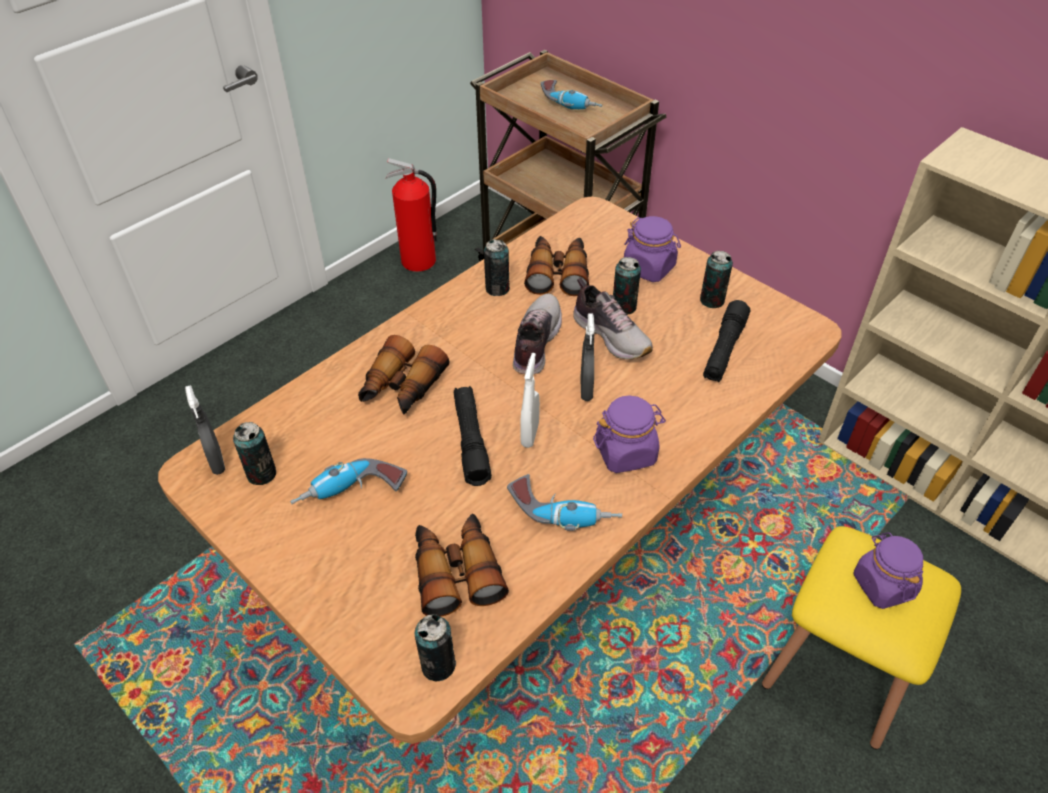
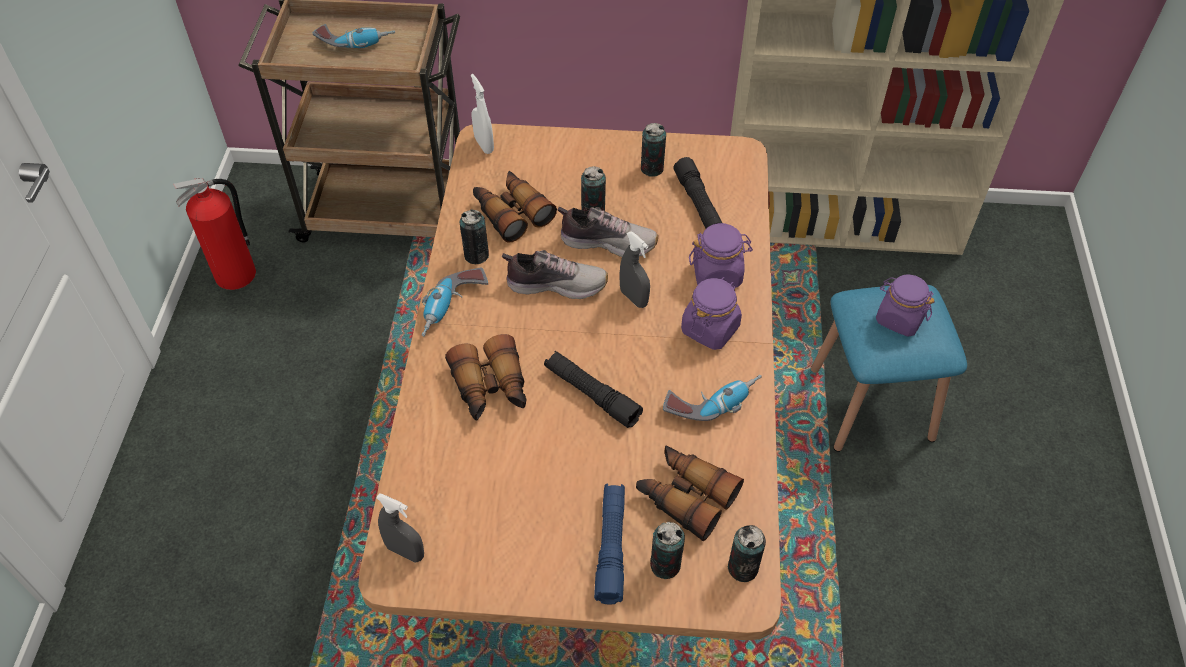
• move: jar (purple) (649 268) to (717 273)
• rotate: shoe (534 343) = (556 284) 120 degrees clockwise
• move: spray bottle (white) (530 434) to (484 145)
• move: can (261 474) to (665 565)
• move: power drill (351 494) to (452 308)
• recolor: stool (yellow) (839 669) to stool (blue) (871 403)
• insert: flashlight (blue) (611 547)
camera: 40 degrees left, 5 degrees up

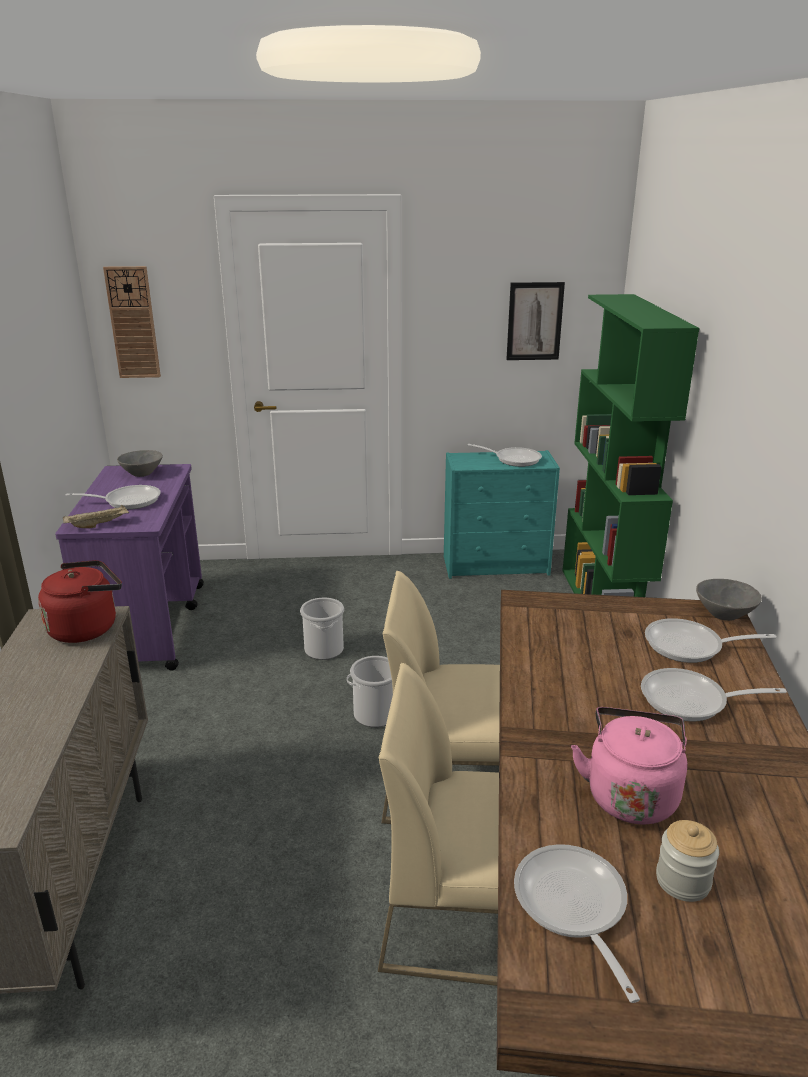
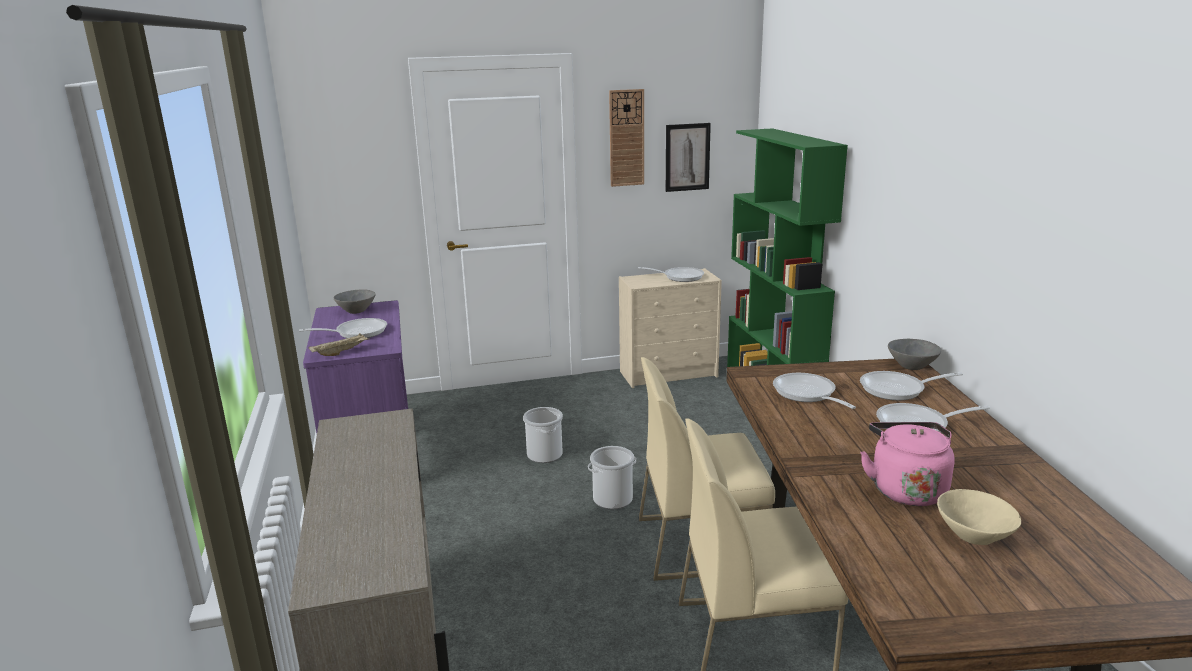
• move: wall clock (133 323) to (626 138)
• recolor: dresser (turquoise) (497 565) to dresser (beige) (669 374)
• delete: kettle (red) (87 627)
• replace: jar (683 881) to bowl (beige) (974 537)
• move: frying pan (572 908) to (807 394)
camera: 10 degrees left, 5 degrees down

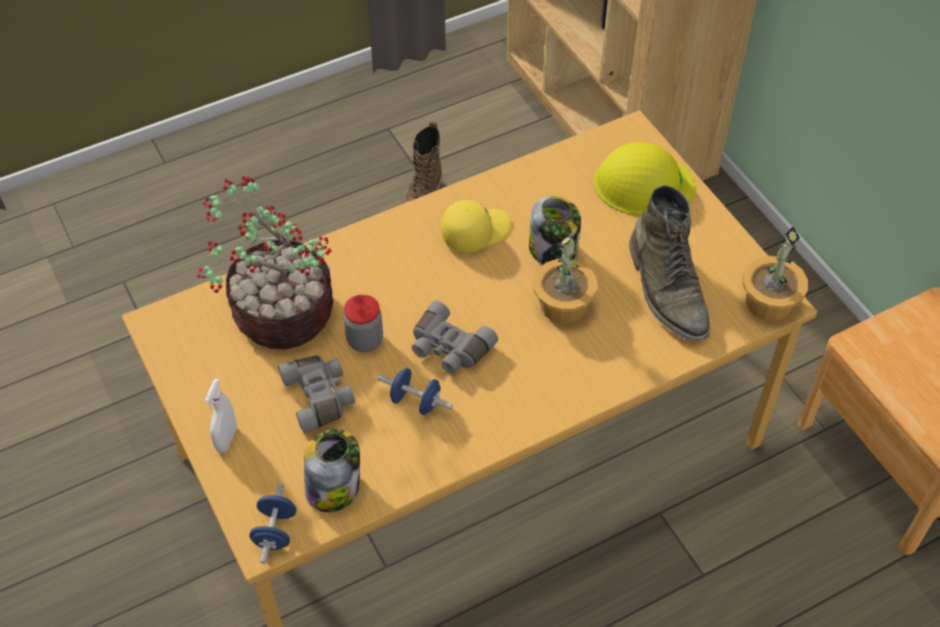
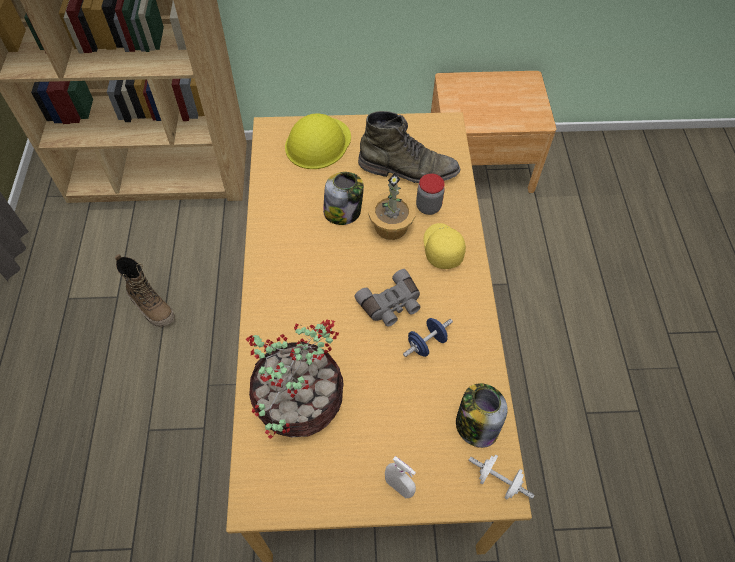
• move: cap (yellow) (475 231) to (441 248)
• delete: potted plant (768 302)
• move: jar (365 340) to (428 207)
• delete: binoculars (grey) (320 397)
• recolor: dumbbell (blue) (275 532) to dumbbell (white) (498 481)
camera: 65 degrees left, 5 degrees up

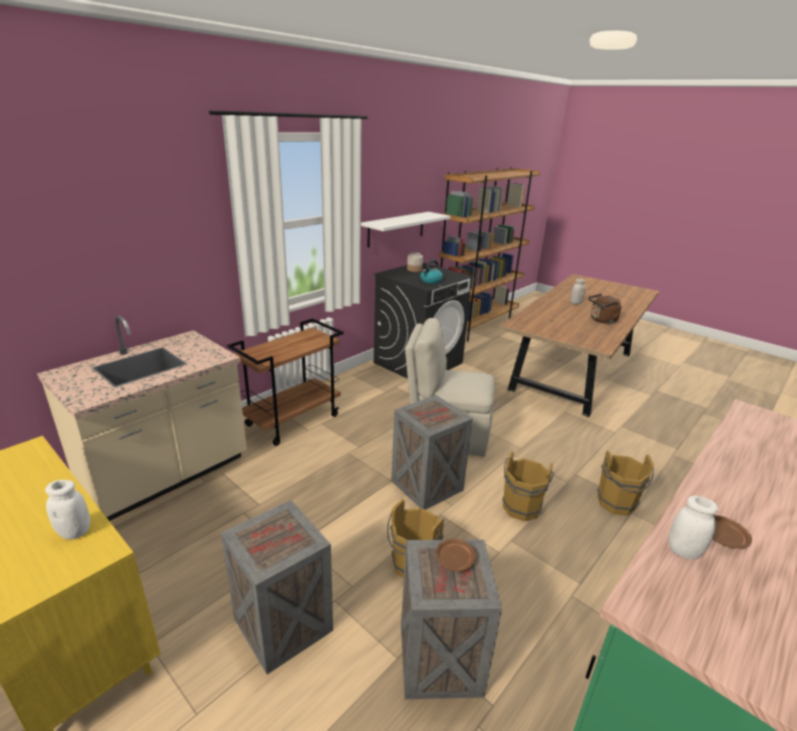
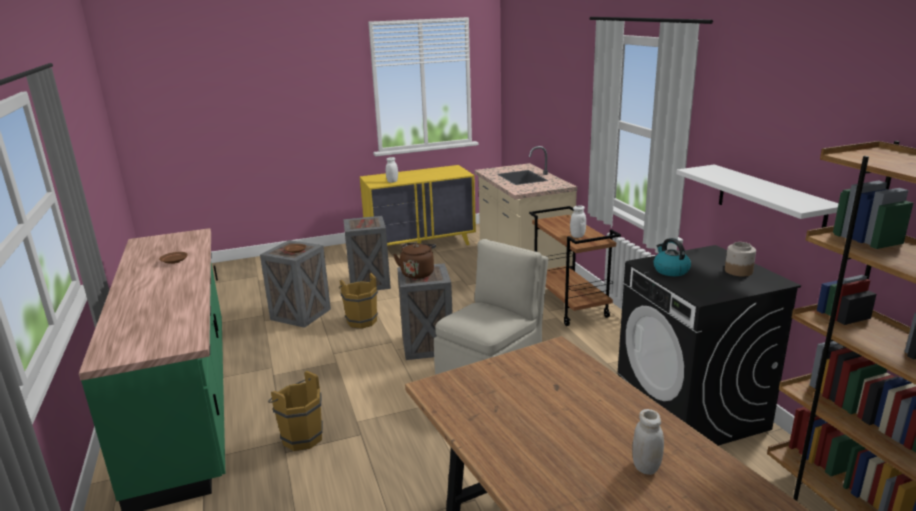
• move: kettle (brown) (601 320) to (417 273)
• delete: bucket (brown) (520 510)
• move: jar (white) (683 551) to (577 236)
camera: 120 degrees right, 5 degrees down

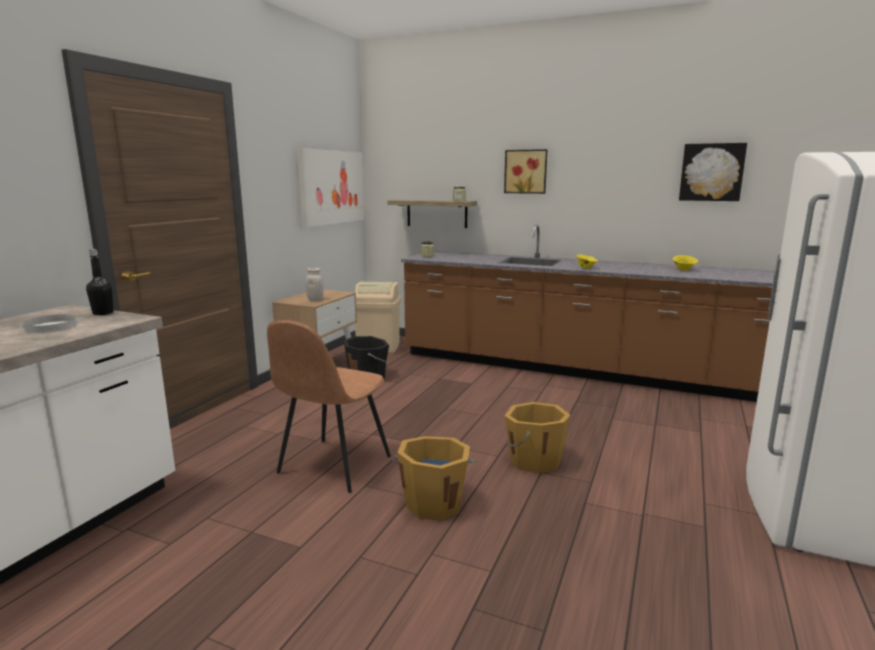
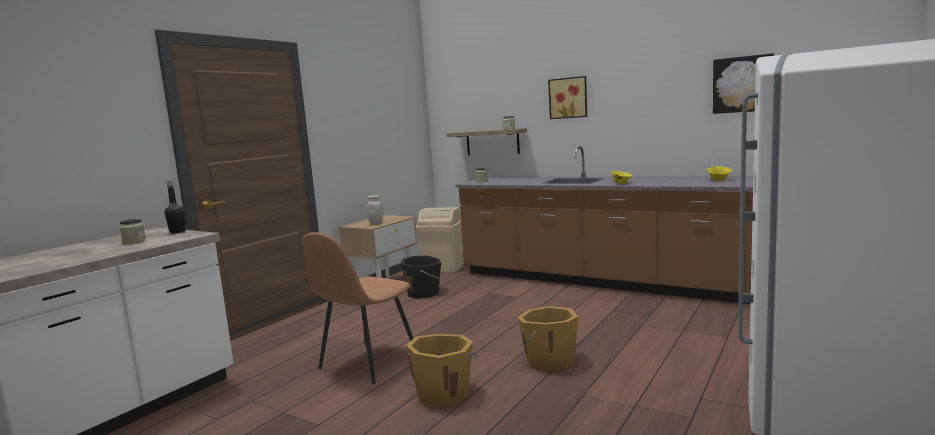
• delete: picture (332 187)
• replace: plate (white) (50 326) to jar (134 241)
camera: 10 degrees right, 5 degrees down

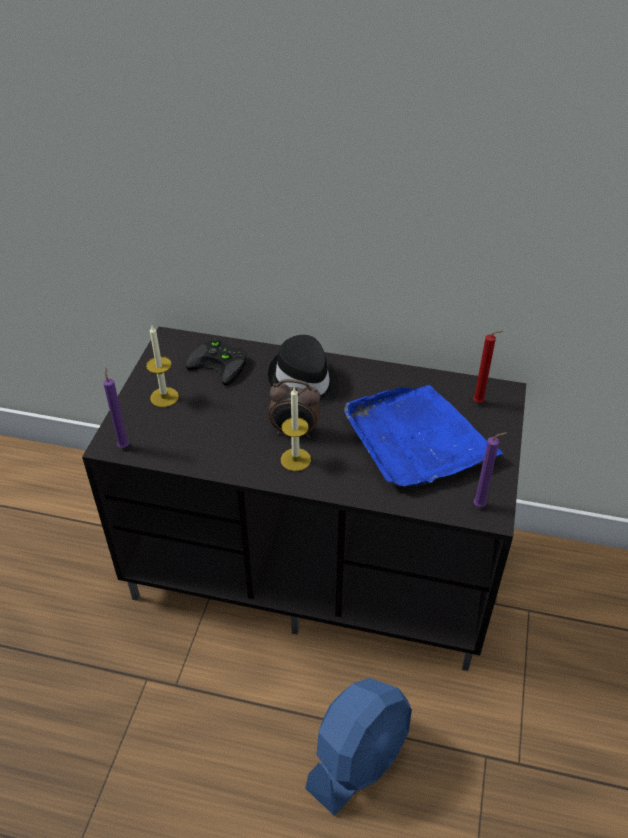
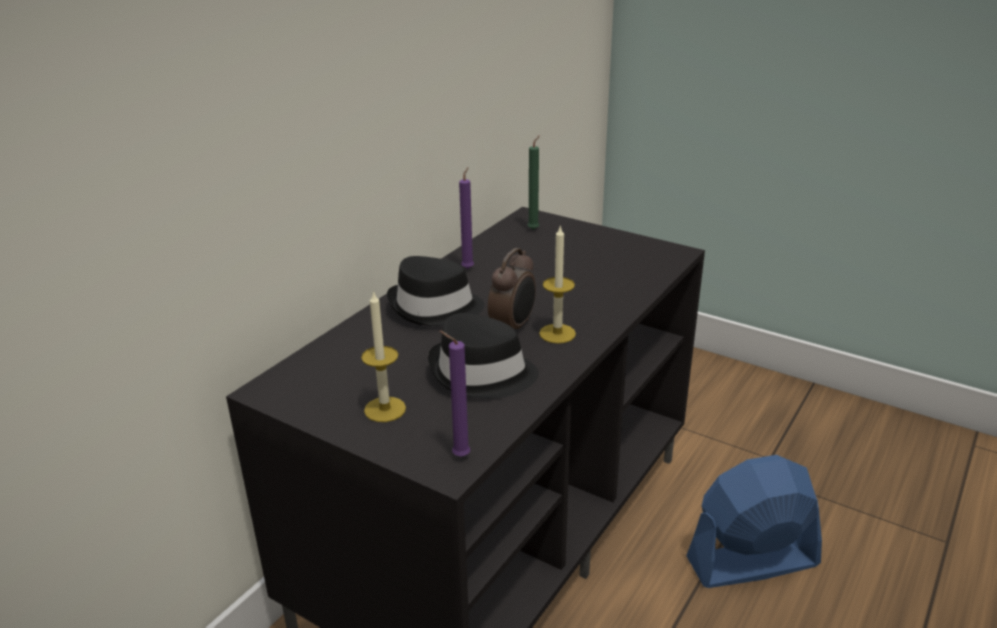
• recolor: candle (red) (480 403) to candle (green) (534 229)
• delete: game controller (black) (221 364)
• delete: tray (blue) (416 439)
• move: candle (purple) (481 505) to (468 268)
• rotate: fan (blue) (359 758) = (751 561) 75 degrees counterclockwise
• insert: hat (black) (482 374)
camera: 70 degrees left, 15 degrees down

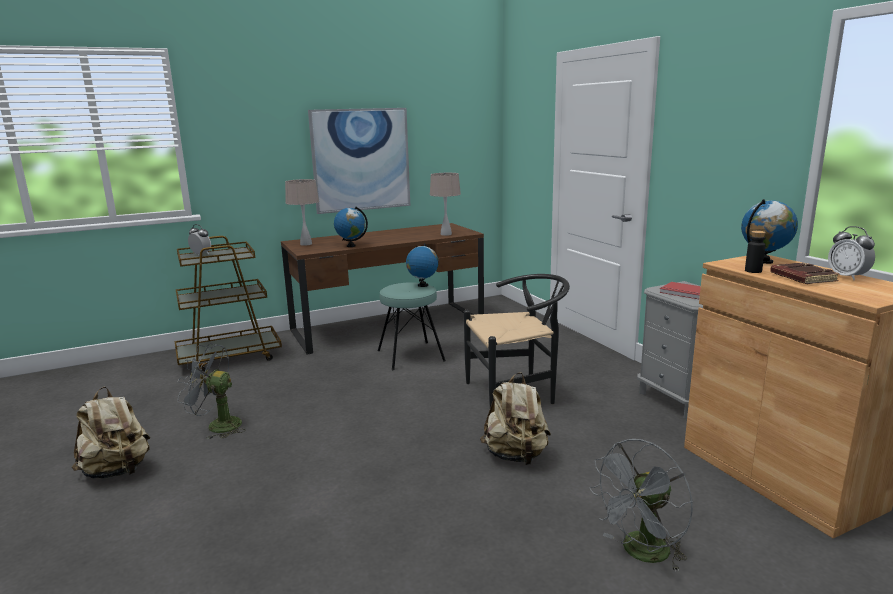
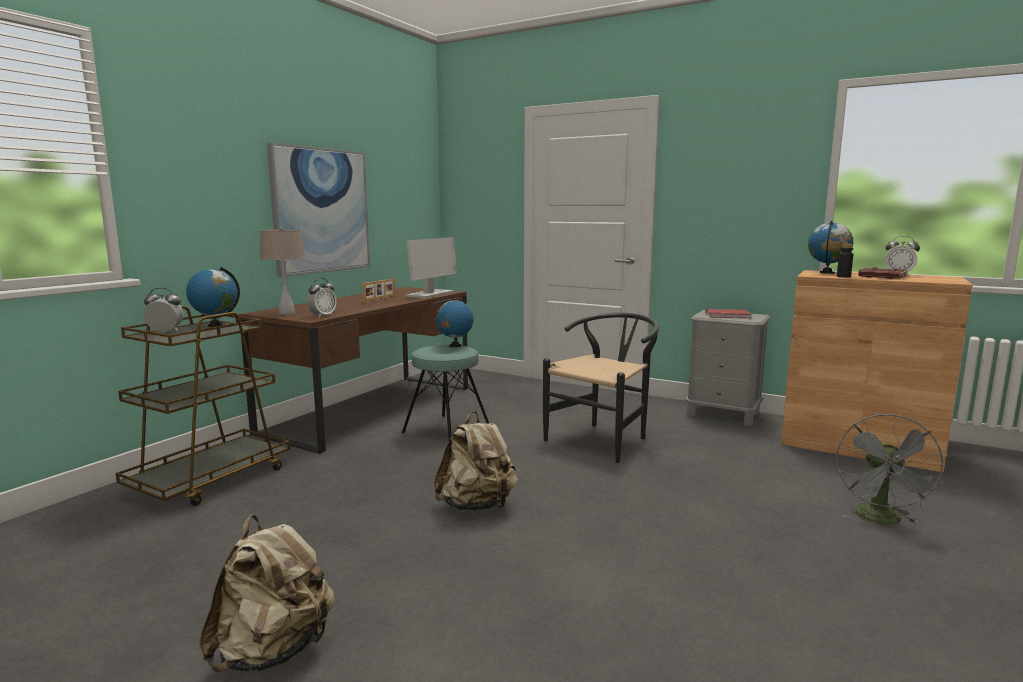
• replace: table lamp (beige) (446 234) to monitor (430 294)
• move: globe (351 246) to (215 325)
• delete: fan (grey) (217 426)
• move: backpack (beige) (516 456) to (477 506)
• insert: alarm clock (322 316)
• insert: picture frame (380 299)
camera: 35 degrees left, 5 degrees down

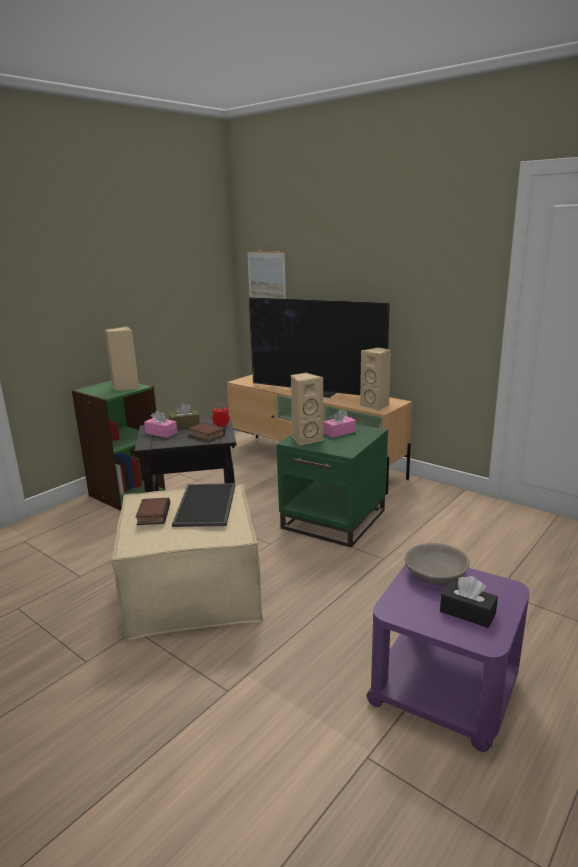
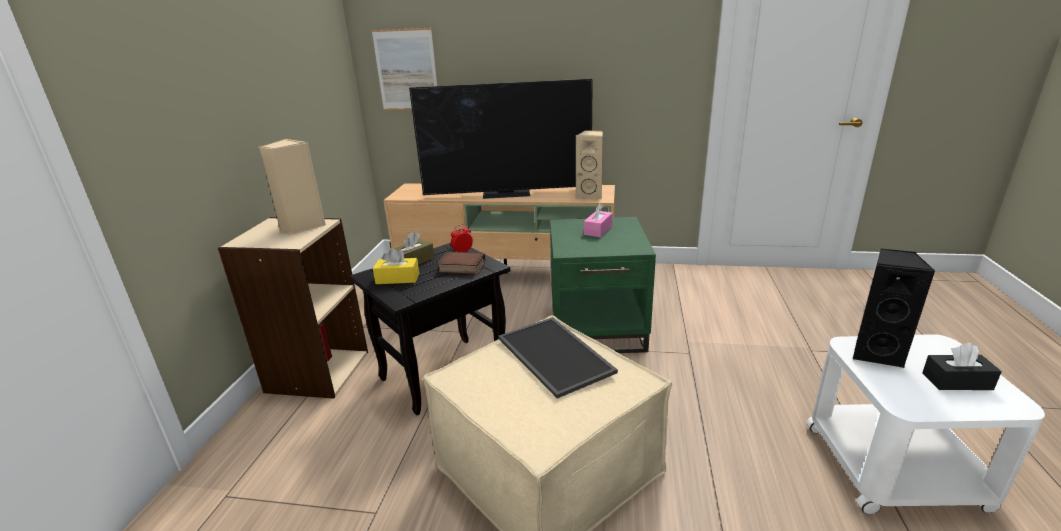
• delete: speaker (beige) (306 439)
• recolor: bookcase (green) (126 492) to bookcase (beige) (317 371)
• recolor: tissue box (pink) (161 433) to tissue box (yellow) (397 278)
• delete: book (152 515)
• replace: bowl (grey) (436 575) to speaker (black) (876 353)
• recolor: side table (purple) (445 690) to side table (white) (895 465)
camera: 30 degrees left, 5 degrees up

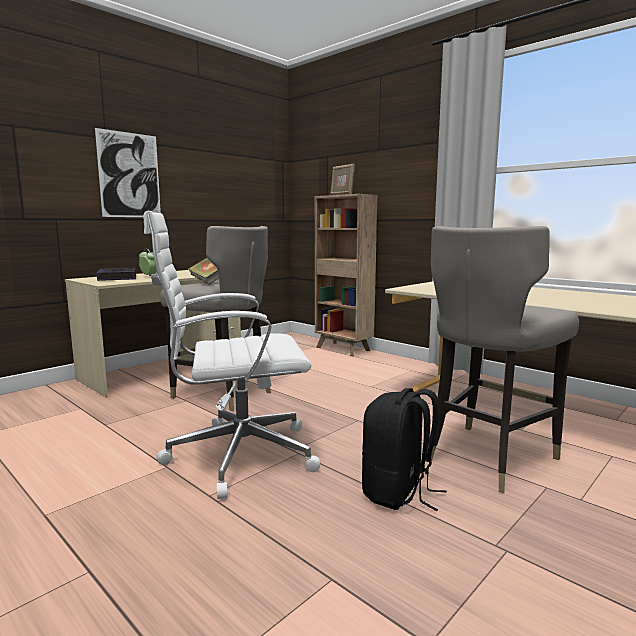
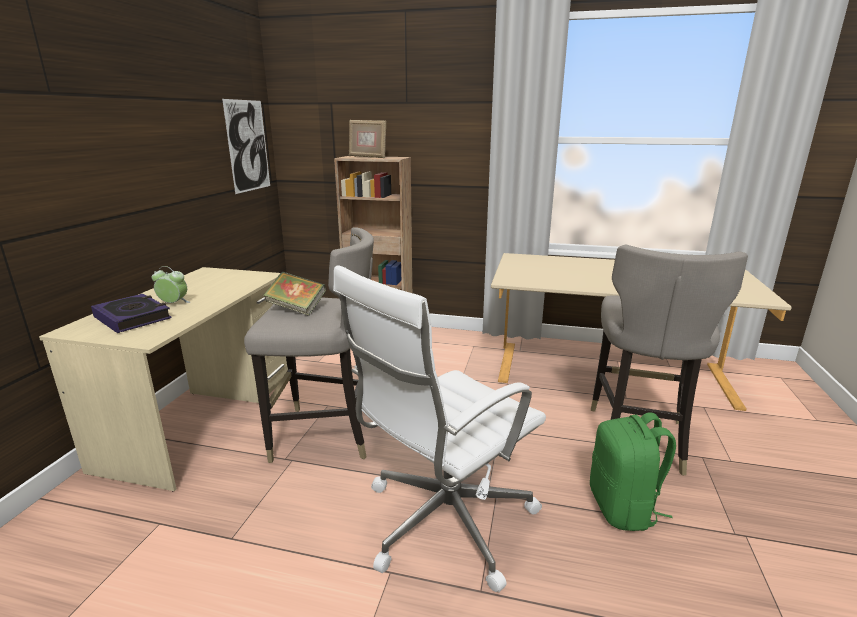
• move: picture (129 175) to (248 146)
• recolor: backpack (black) (398 492) to backpack (green) (623 508)
camera: 30 degrees left, 10 degrees up

